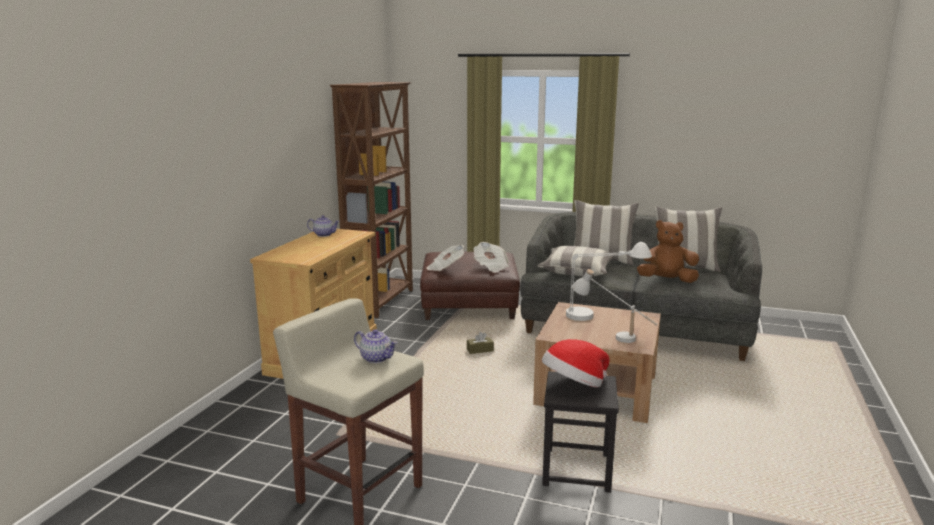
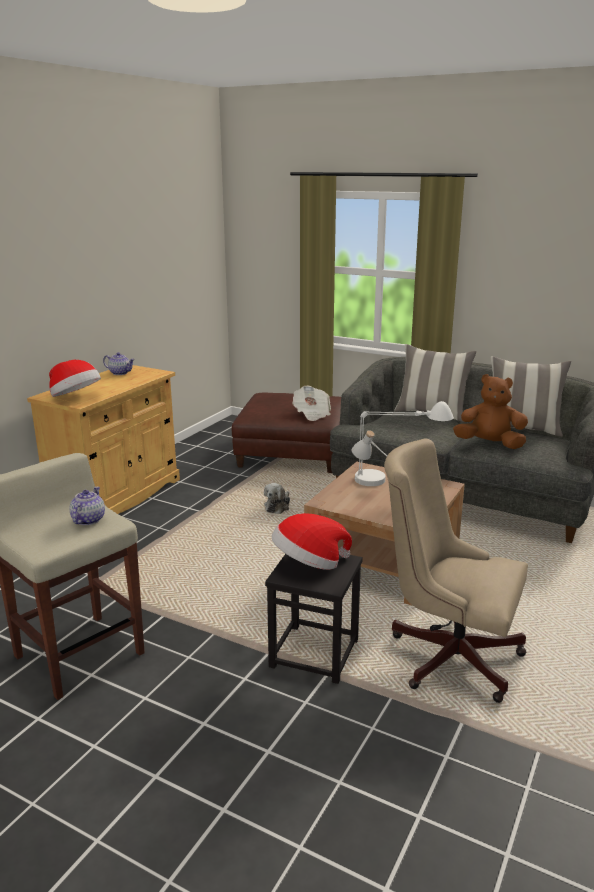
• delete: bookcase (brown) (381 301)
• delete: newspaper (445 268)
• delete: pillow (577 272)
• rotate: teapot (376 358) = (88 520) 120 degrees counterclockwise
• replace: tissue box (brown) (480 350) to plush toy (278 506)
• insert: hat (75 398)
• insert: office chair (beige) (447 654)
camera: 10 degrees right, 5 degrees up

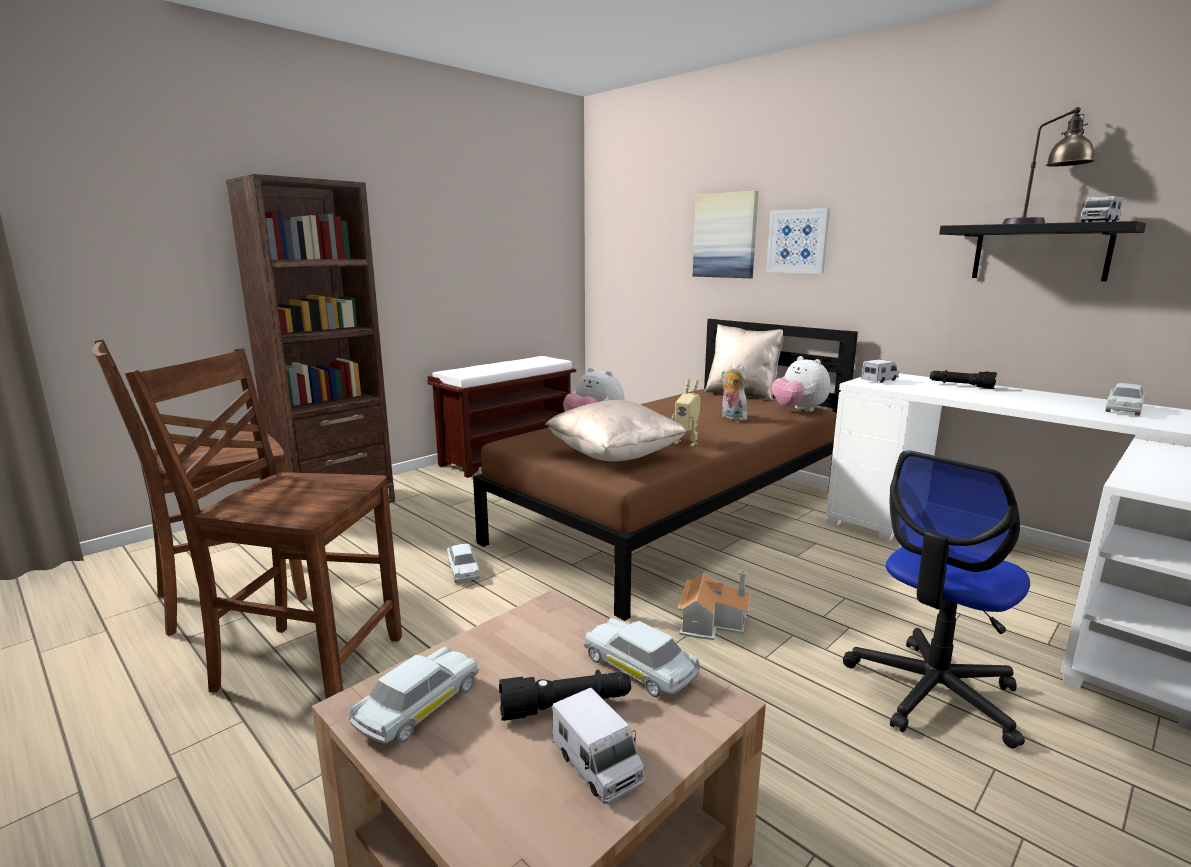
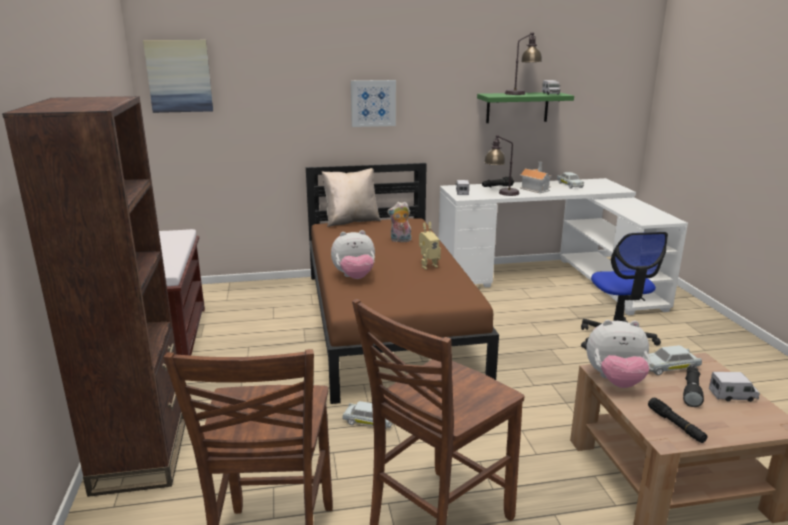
• move: picture (725 235) to (179 76)
• recolor: shelf (black) (1040 252) to shelf (green) (517 107)
• move: plush toy (798 410) to (615 381)
• delete: pillow (beige) (614 456)
• move: toy house (711 621) to (536 188)
• replace: toy car (white) (419 707) to flashlight (black) (676 425)
• insert: table lamp (500 193)
camera: 55 degrees left, 5 degrees up

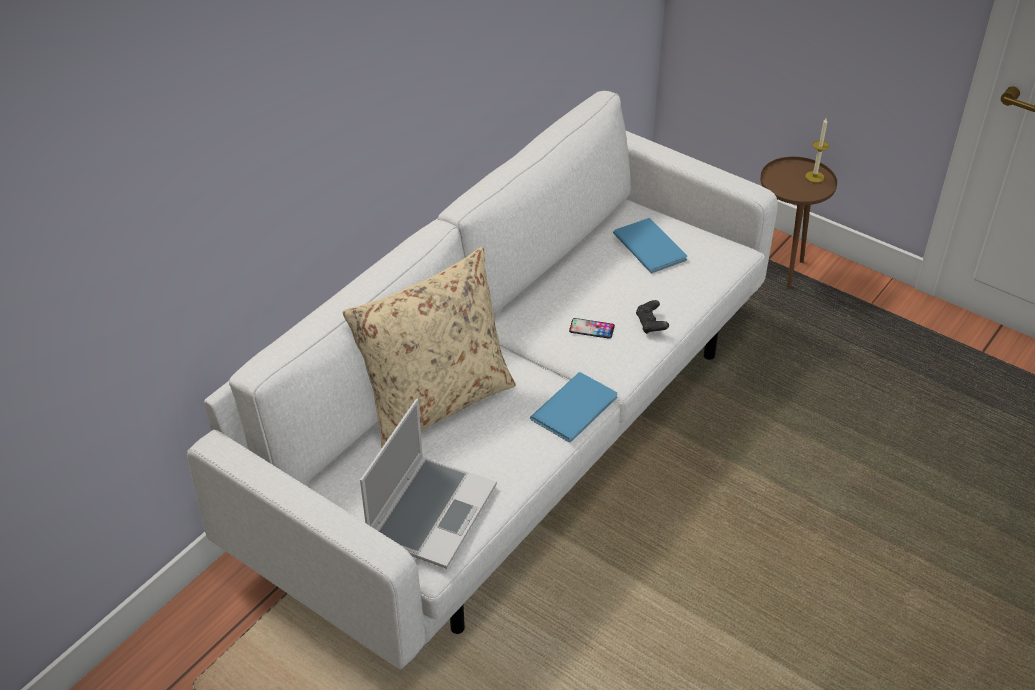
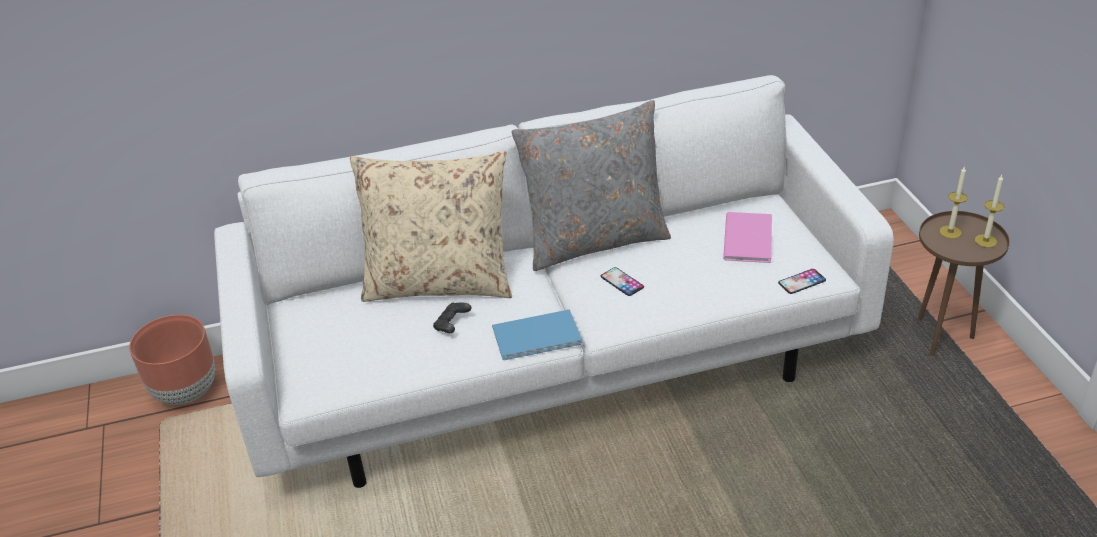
• recolor: book (blue) (650 245) to book (pink) (750 237)
• move: game controller (black) (651 324) to (452 325)
• delete: laptop (431 511)
• insert: pillow (grey) (595 240)
• insert: candle (950 232)
• insert: phone (802 281)
• insert: planter (brown) (186 391)
camera: 40 degrees right, 5 degrees down

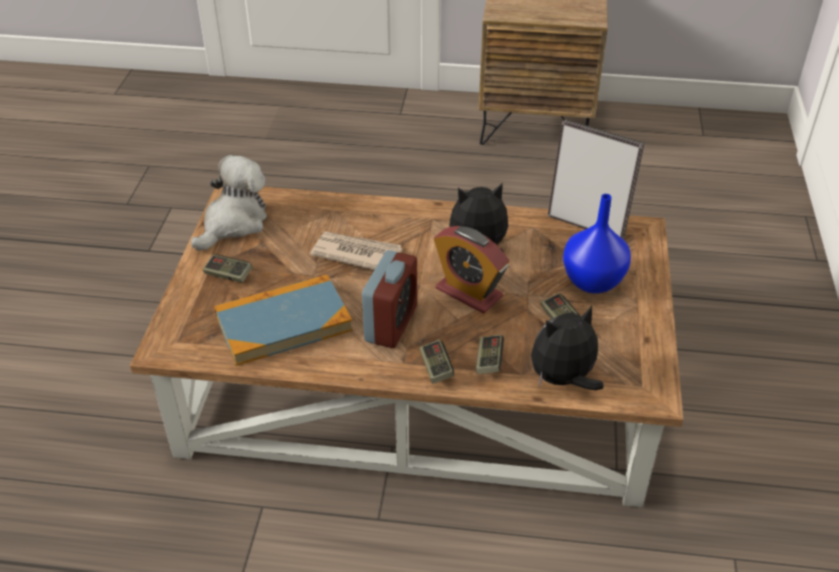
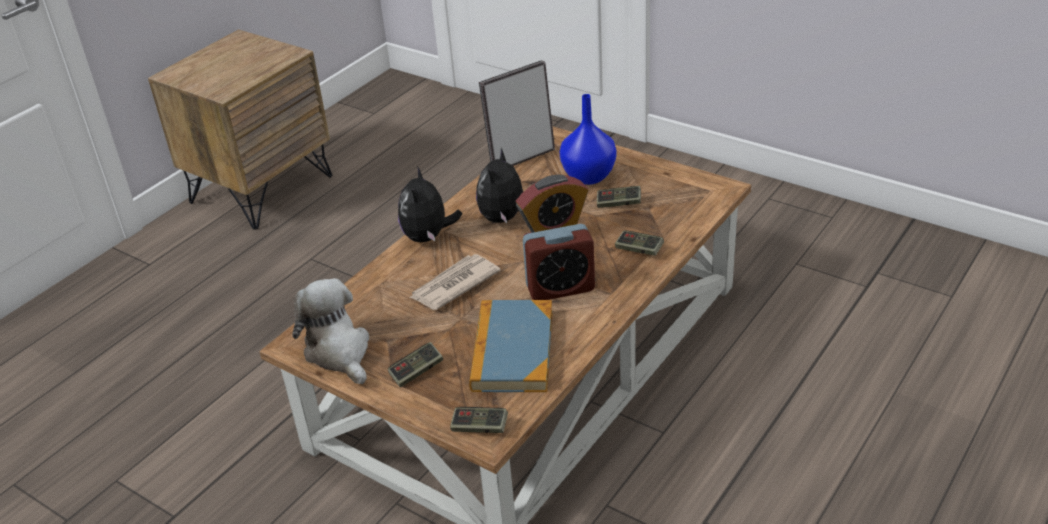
• rotate: alarm clock (391 324) = (560 288) 120 degrees clockwise
• move: plush toy (563 379) to (428 237)
• move: game controller (436 368) to (479 427)
camera: 60 degrees left, 5 degrees down

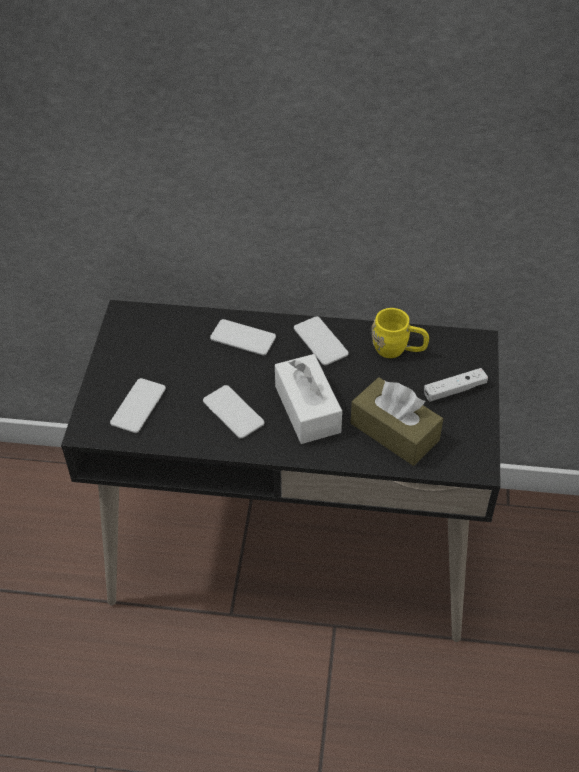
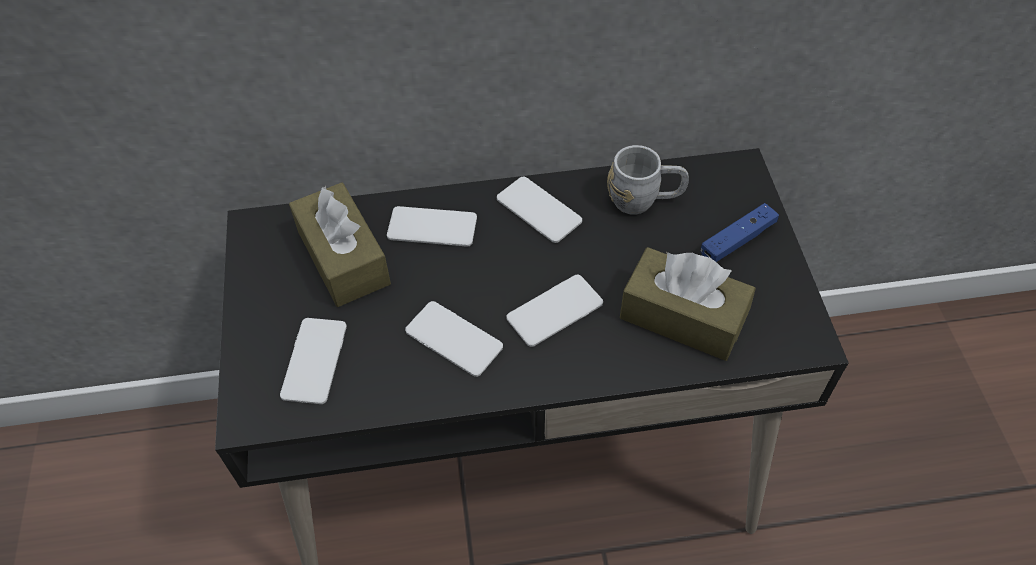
• recolor: mug (yellow) (398 350) to mug (grey) (644 200)
• replace: tissue box (white) (307 409) to phone (554 311)
• recolor: game controller (white) (454 390) to game controller (blue) (737 240)
• insert: tissue box (brown) (343 258)
camera: 15 degrees left, 5 degrees up

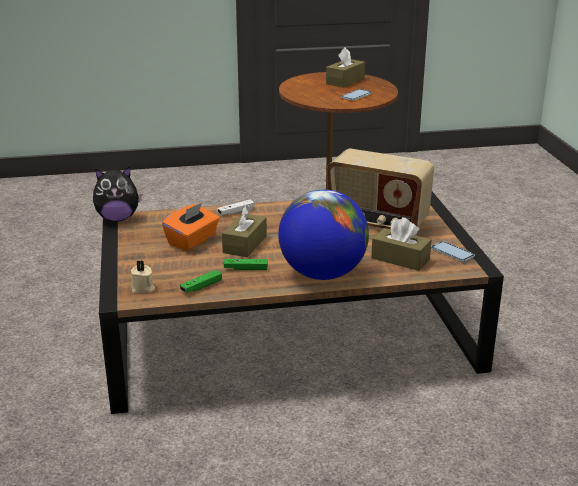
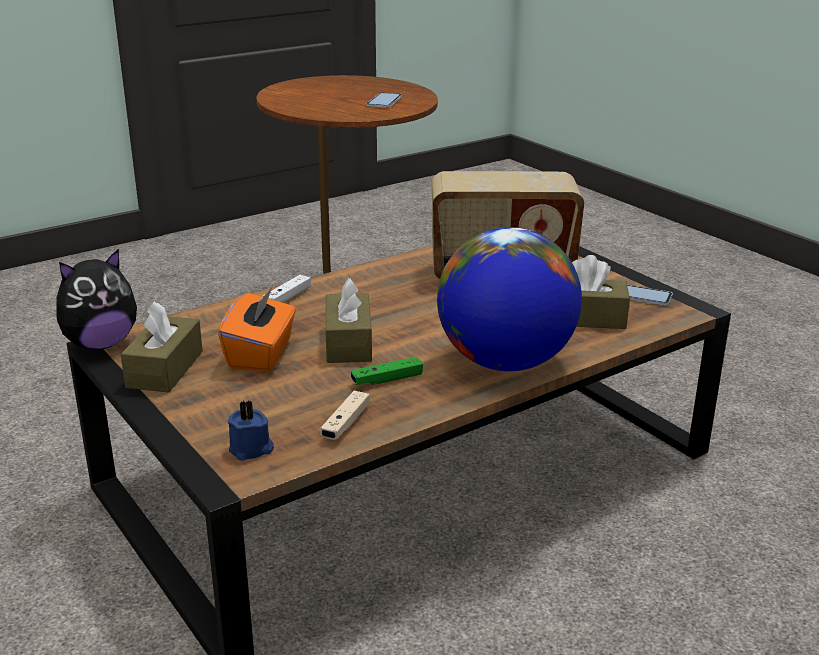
• move: tissue box (brown) (345 81) to (165 369)
• recolor: candle (beige) (143 288) to candle (blue) (251 449)
• recolor: game controller (green) (201 287) to game controller (beige) (346 424)
camera: 25 degrees left, 0 degrees up

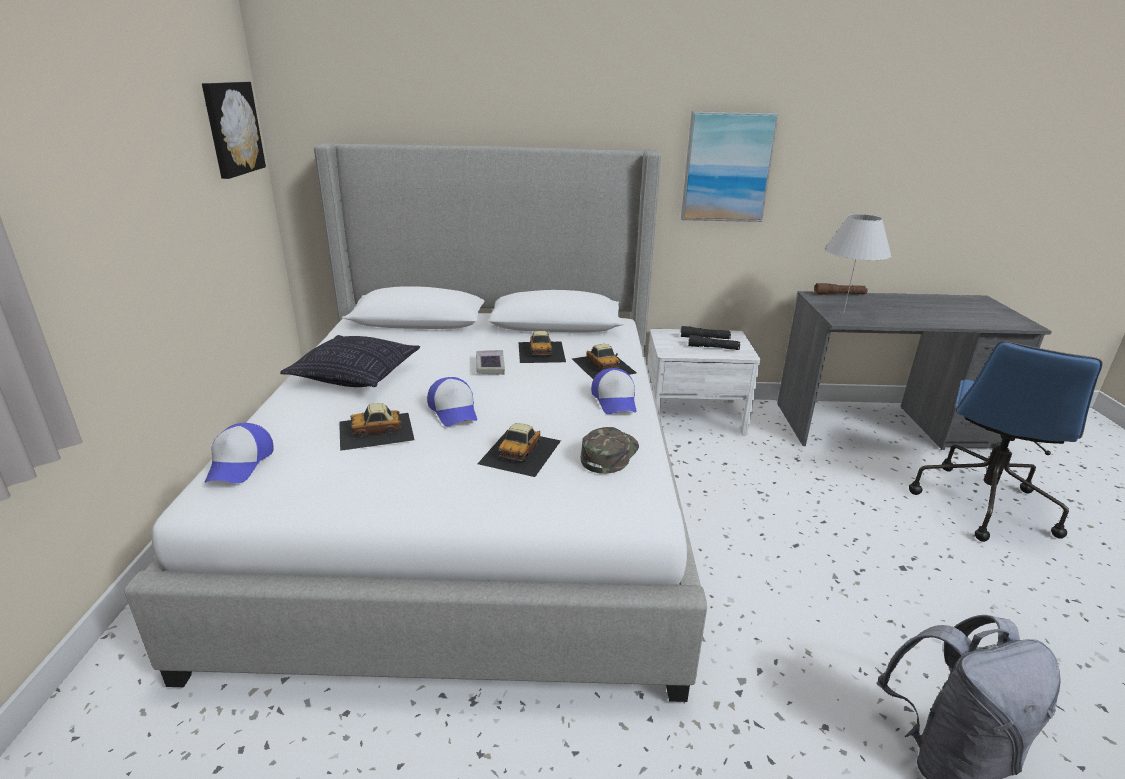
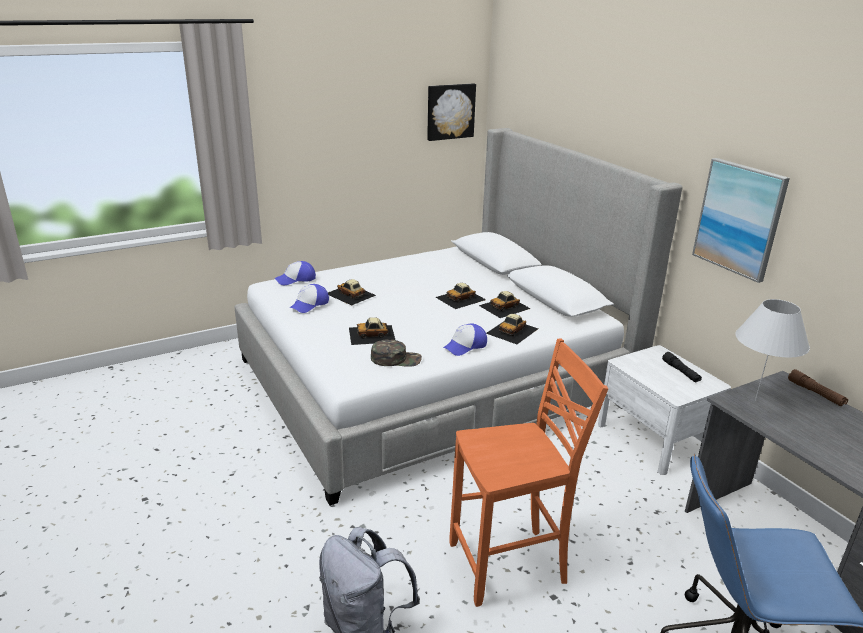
• delete: pillow (356 376)
• delete: flashlight (black) (713 348)
• replace: book (490 366) to toy car (461 298)
• move: cap (454 410) to (309 304)
• insert: chair (orange) (510 565)
camera: 60 degrees right, 0 degrees up

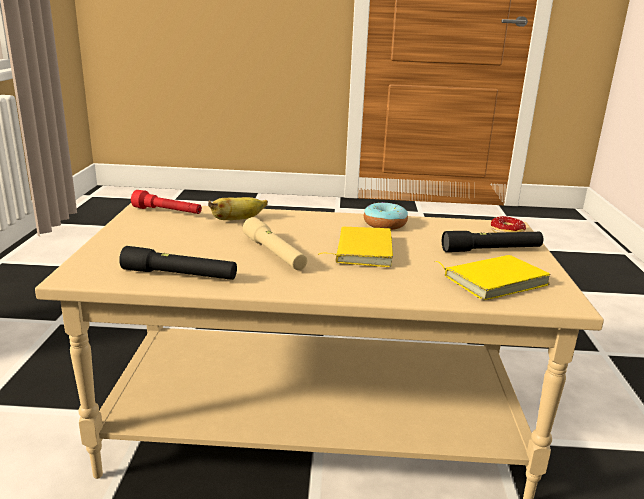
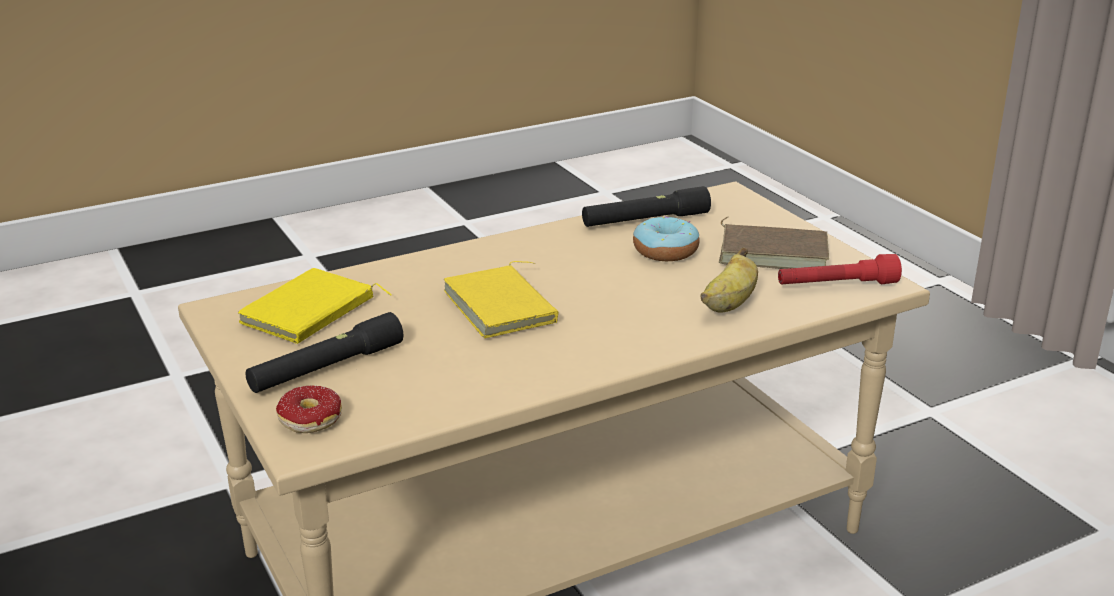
• move: donut (385 224) to (665 251)
• delete: flashlight (beige) (274 253)
• insert: book (brown) (774 252)
camera: 150 degrees right, 5 degrees up

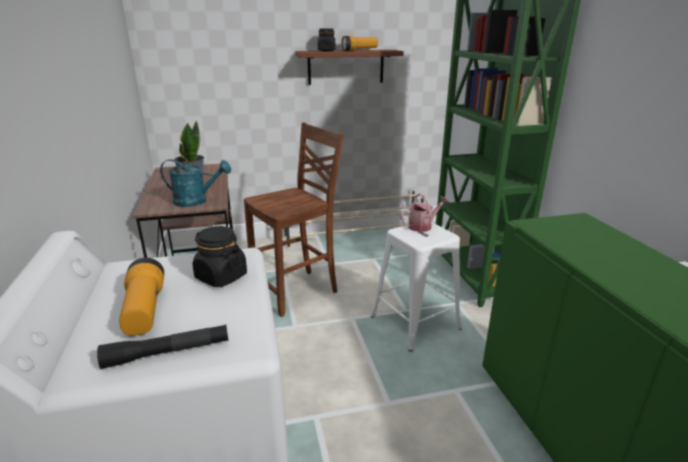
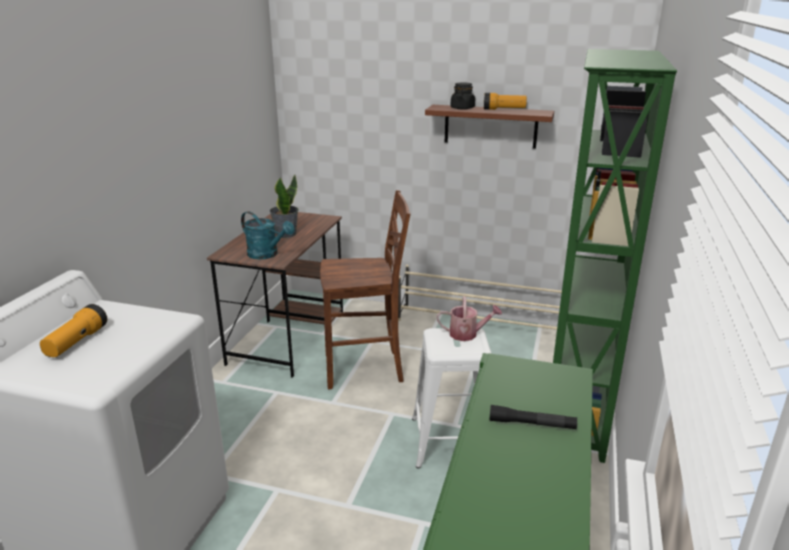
• delete: jar (black) (221 277)
• move: flashlight (black) (168 353) to (532 424)
camera: 30 degrees right, 0 degrees up

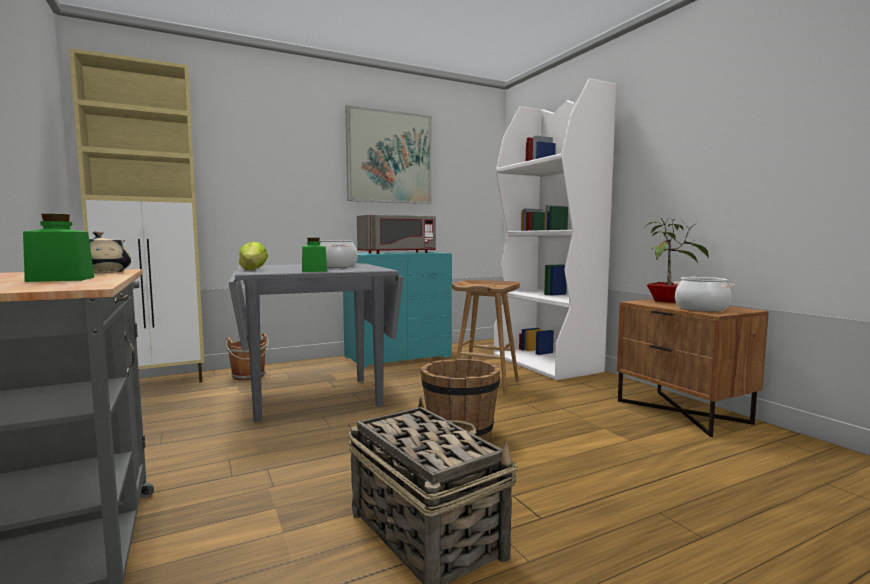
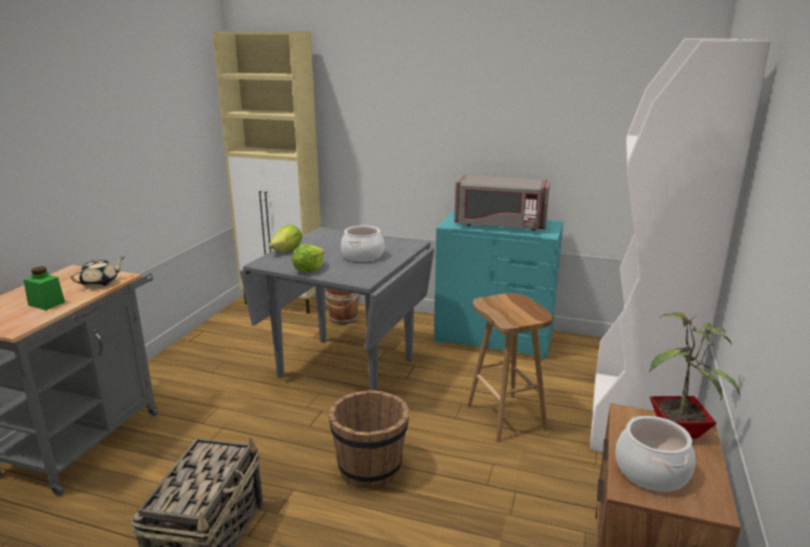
• delete: picture (389 157)
• replace: jar (green) (314 271) to lettuce (308 270)
camera: 45 degrees right, 15 degrees up

